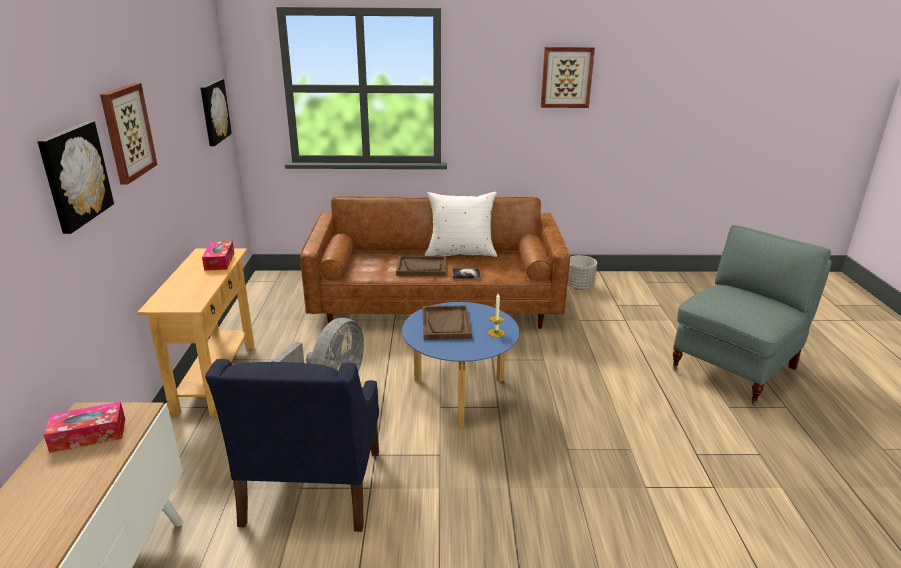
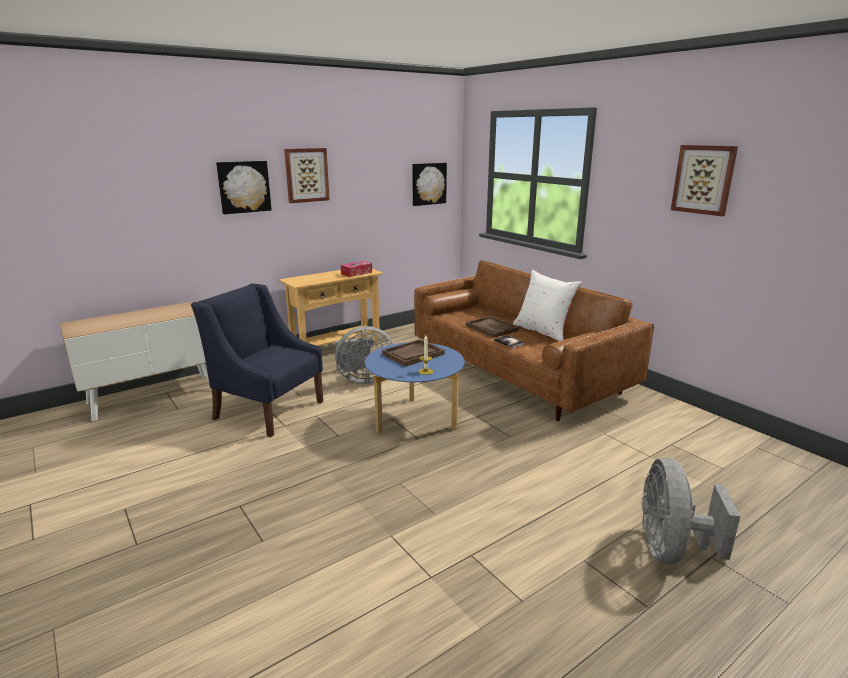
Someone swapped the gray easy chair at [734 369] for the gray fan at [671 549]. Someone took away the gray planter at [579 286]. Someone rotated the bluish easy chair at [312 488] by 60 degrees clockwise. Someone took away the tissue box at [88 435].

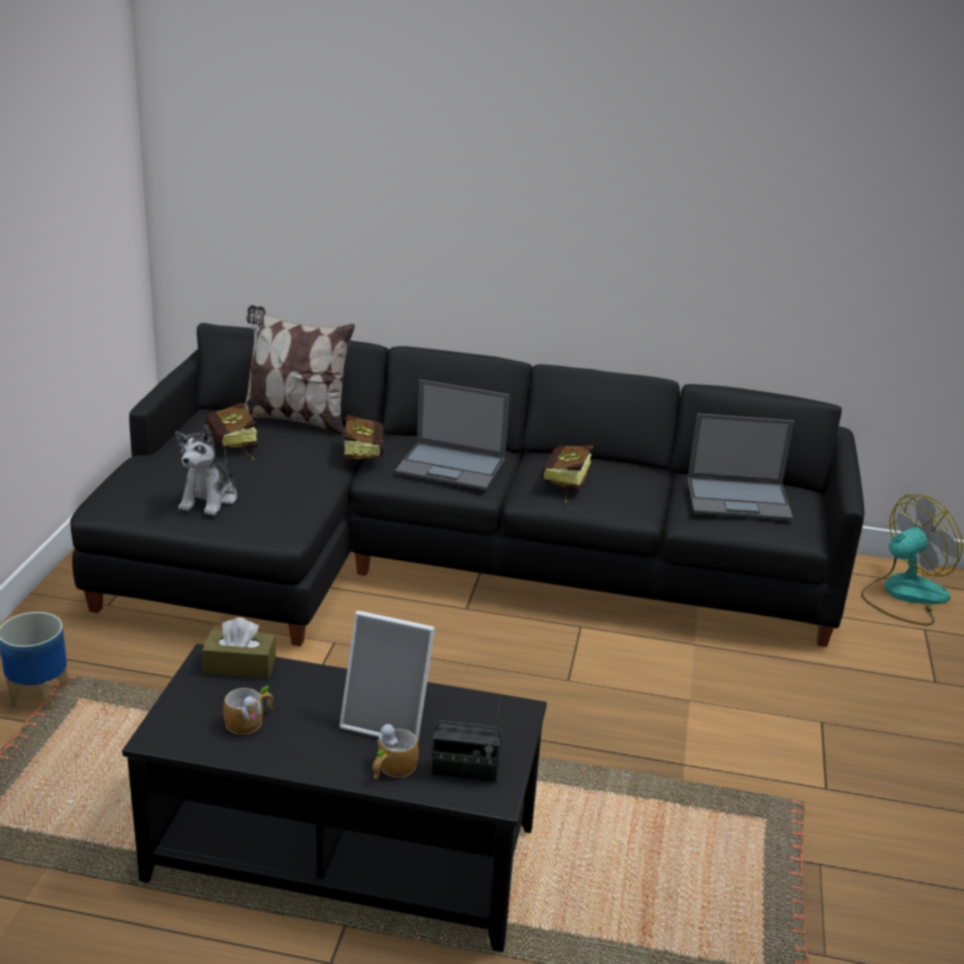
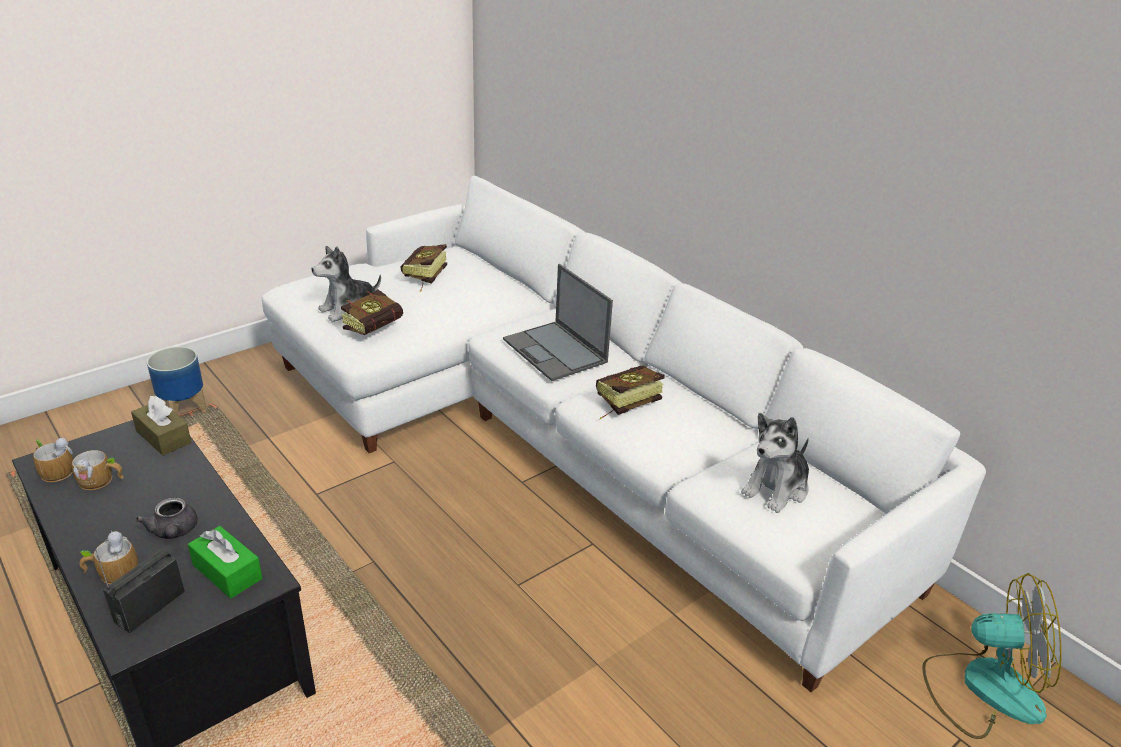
Someone took away the pillow at [295 419]. Someone repainted the black sofa at [443 559], which became the white-coloured sofa at [559 434]. Someone swapped the portable computer at [739 499] for the cuddly toy at [776 488]. Someone carried the book from [363 452] to [378 327]. Someone swapped the picture frame at [388 720] for the gray teapot at [174 532]. Someone rotated the radio set at [465 771] by 75 degrees clockwise. Someone put down the coffee mug at [55 469]. Someone put down the greenish tissue box at [227 572].

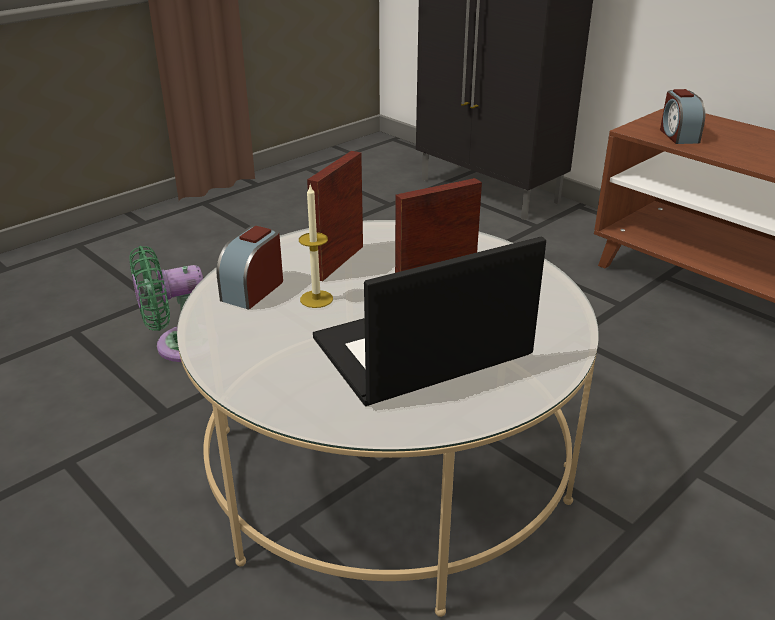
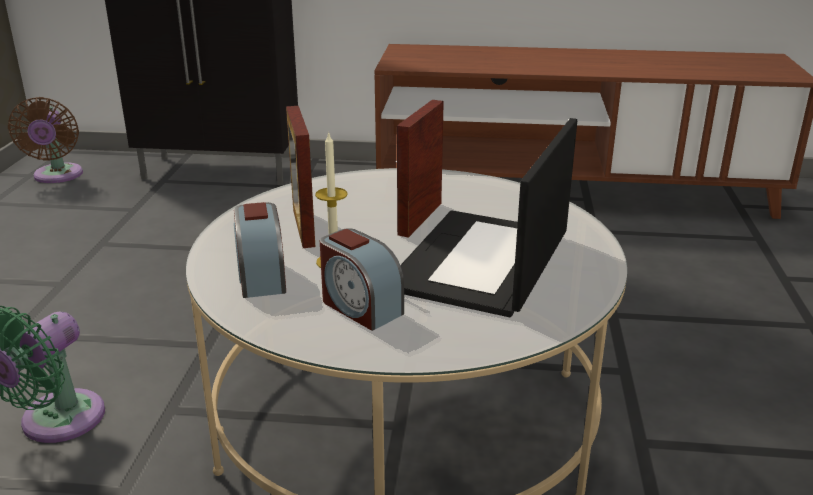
Someone carried the alarm clock from [678 135] to [360 307]. Someone put down the brown fan at [57 176].

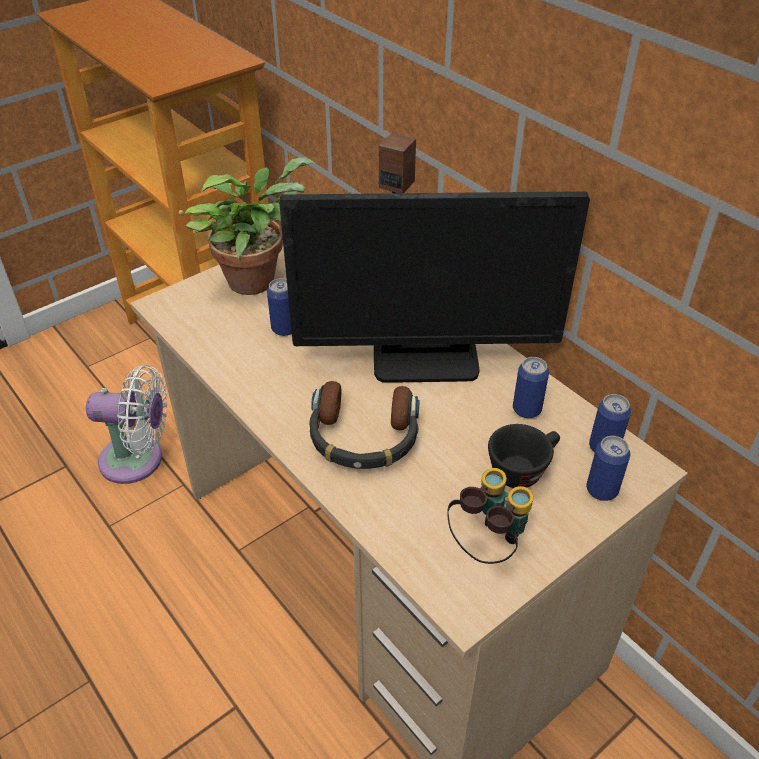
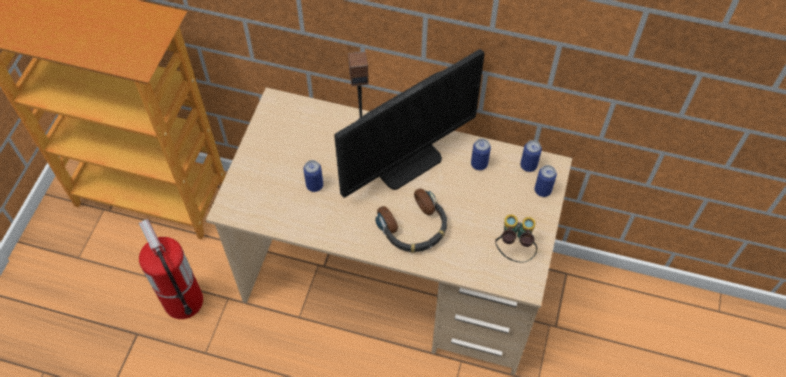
Someone took away the plant in a pot at [256 278]. Someone swapped the white-coloured fan at [138 460] for the fire extinguisher at [183 300]. Someone took away the black drinking cup at [522 469].

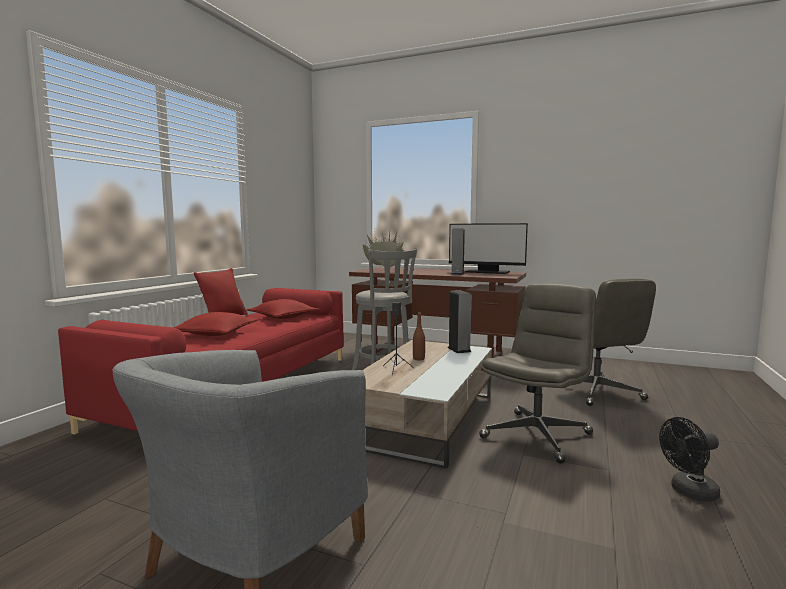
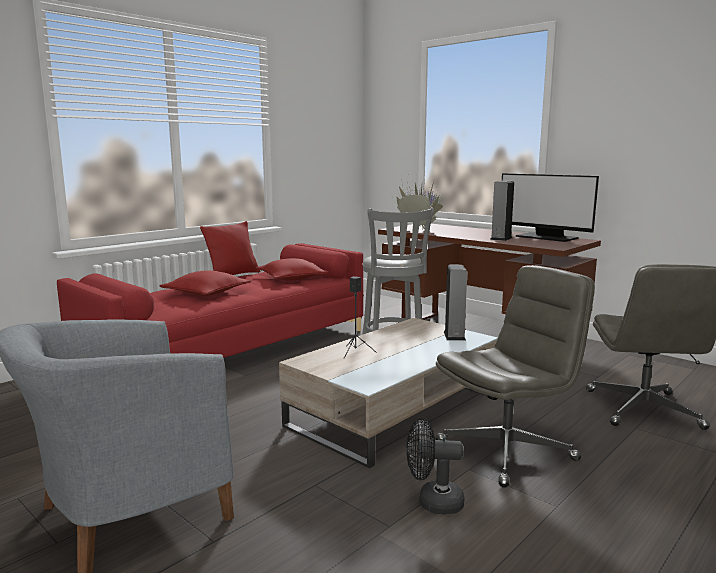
Someone took away the brown beverage bottle at [418 359]. Someone carried the black fan from [689 492] to [433 502].

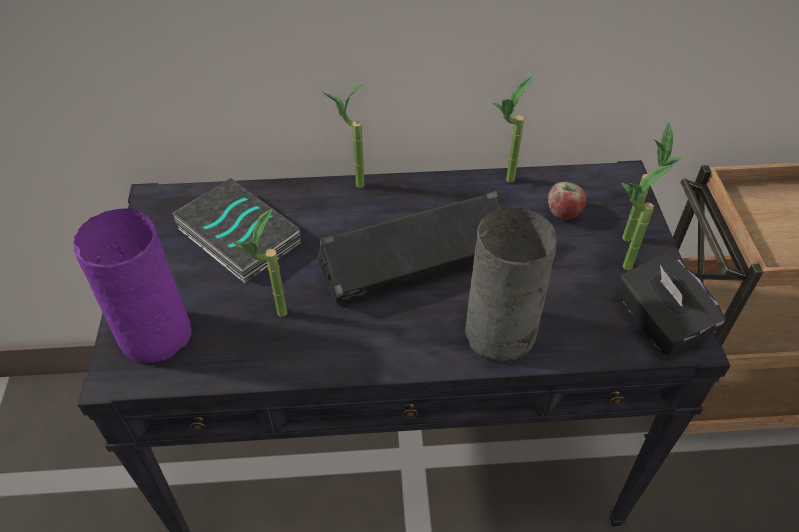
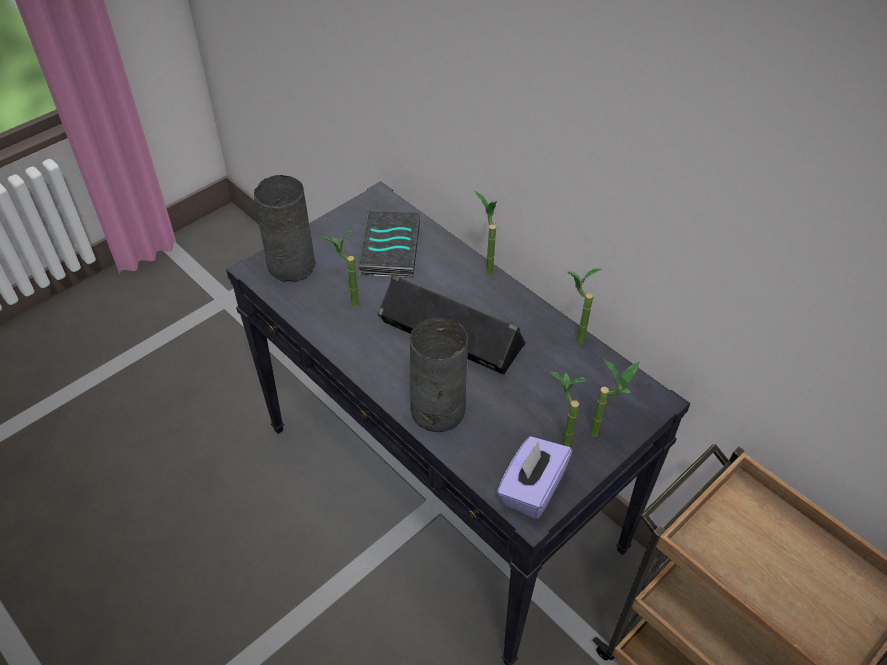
Someone took away the apple fruit at [563 212]. Someone repainted the purple vase at [154 333], which became the gray vase at [292 264]. Someone repainted the black tissue box at [659 322], which became the purple tissue box at [531 489].

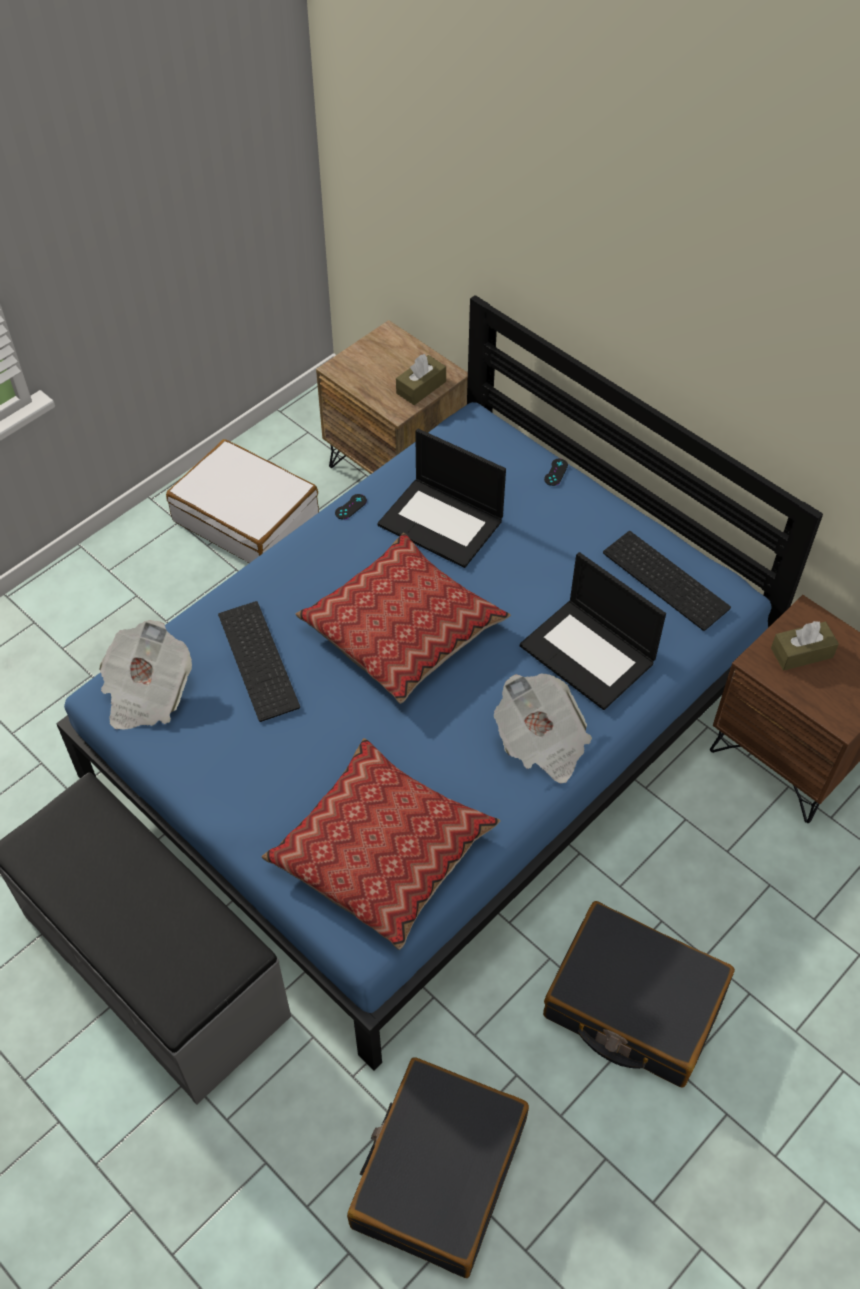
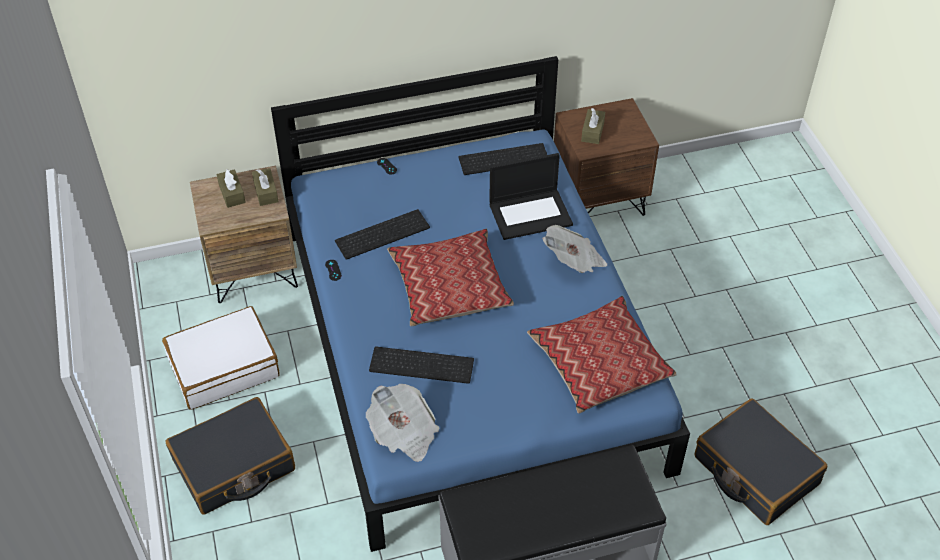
Someone swapped the portable computer at [442 522] for the keyboard at [382 233]. Someone carried the black piece of luggage from [633 1004] to [234 465]. Someone put down the brown tissue box at [232 194].

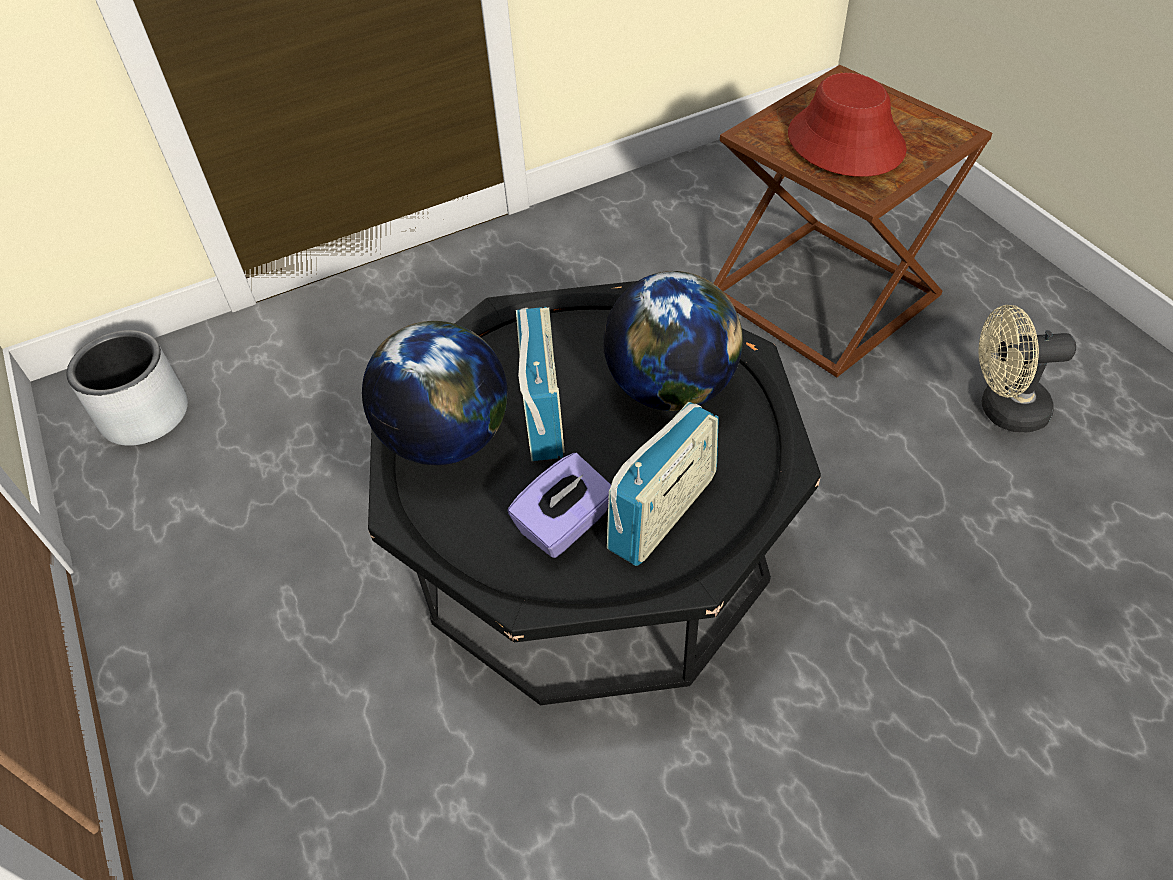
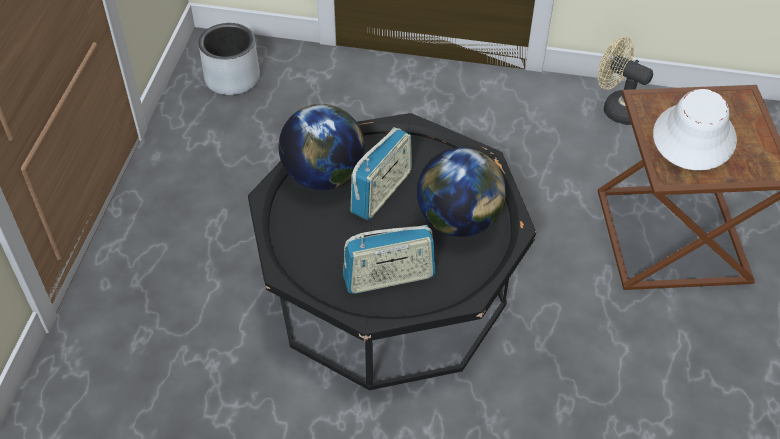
Someone repainted the reddish hat at [844 142], which became the white-coloured hat at [693 137]. Someone carried the beige-coloured fan from [1002 410] to [617 108]. Someone took away the purple tissue box at [565 524].

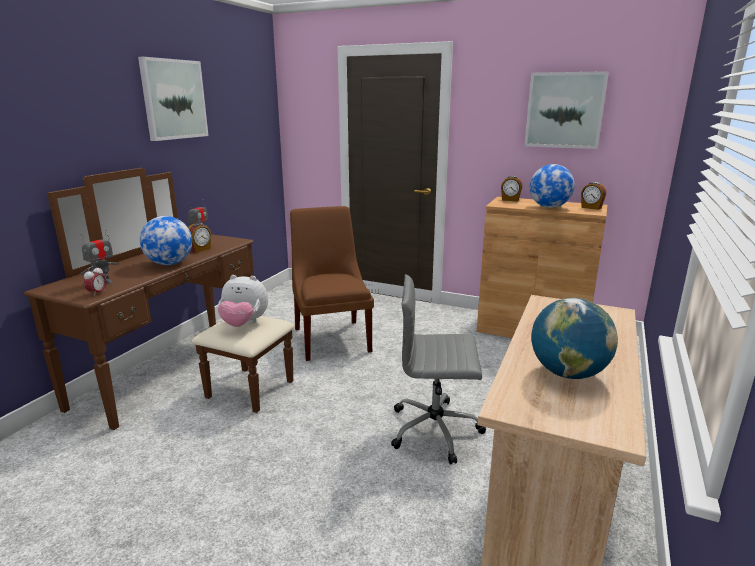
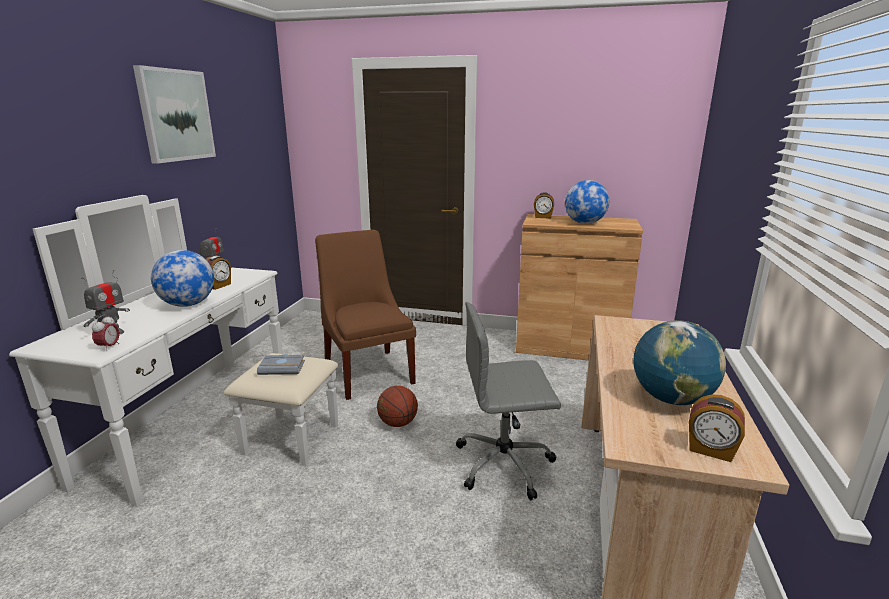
Someone took away the wall picture at [564 110]. Someone repainted the brown dresser at [190 372], which became the white-coloured dresser at [216 425]. Someone carried the alarm clock from [591 208] to [710 450]. Someone swapped the cuddly toy at [244 324] for the gray book at [283 367]. Someone put down the basketball ball at [397 423].

